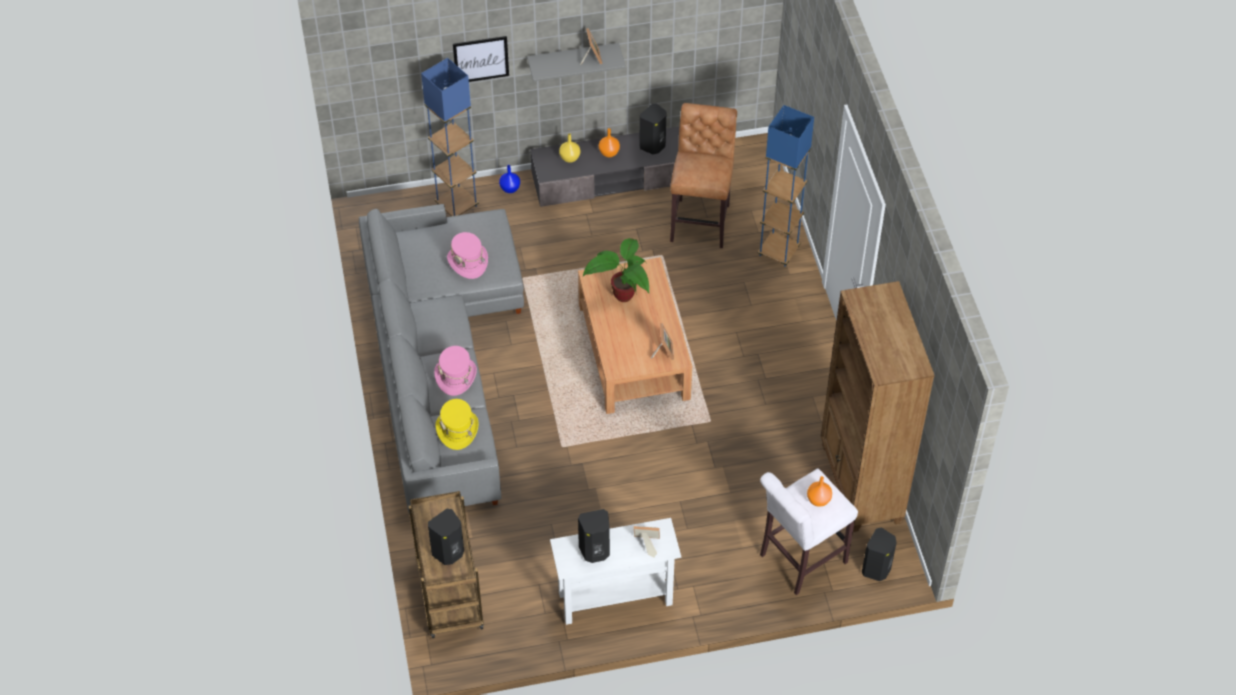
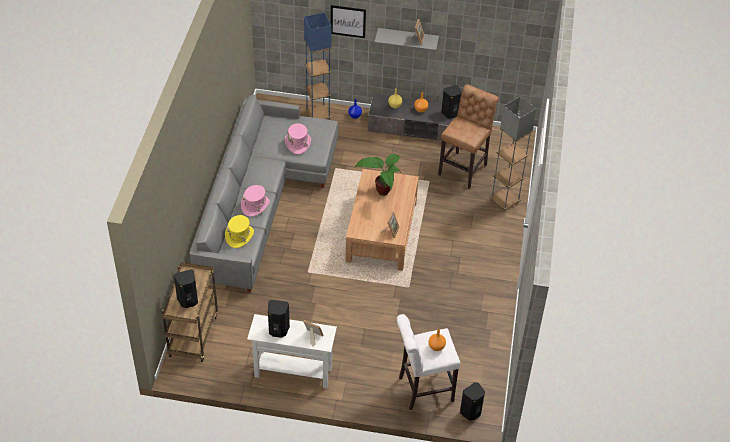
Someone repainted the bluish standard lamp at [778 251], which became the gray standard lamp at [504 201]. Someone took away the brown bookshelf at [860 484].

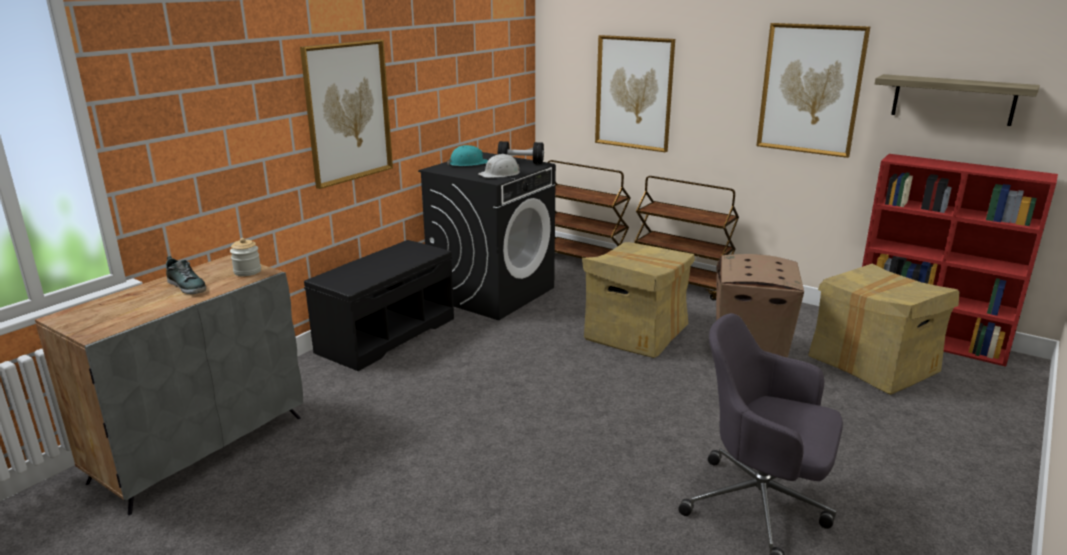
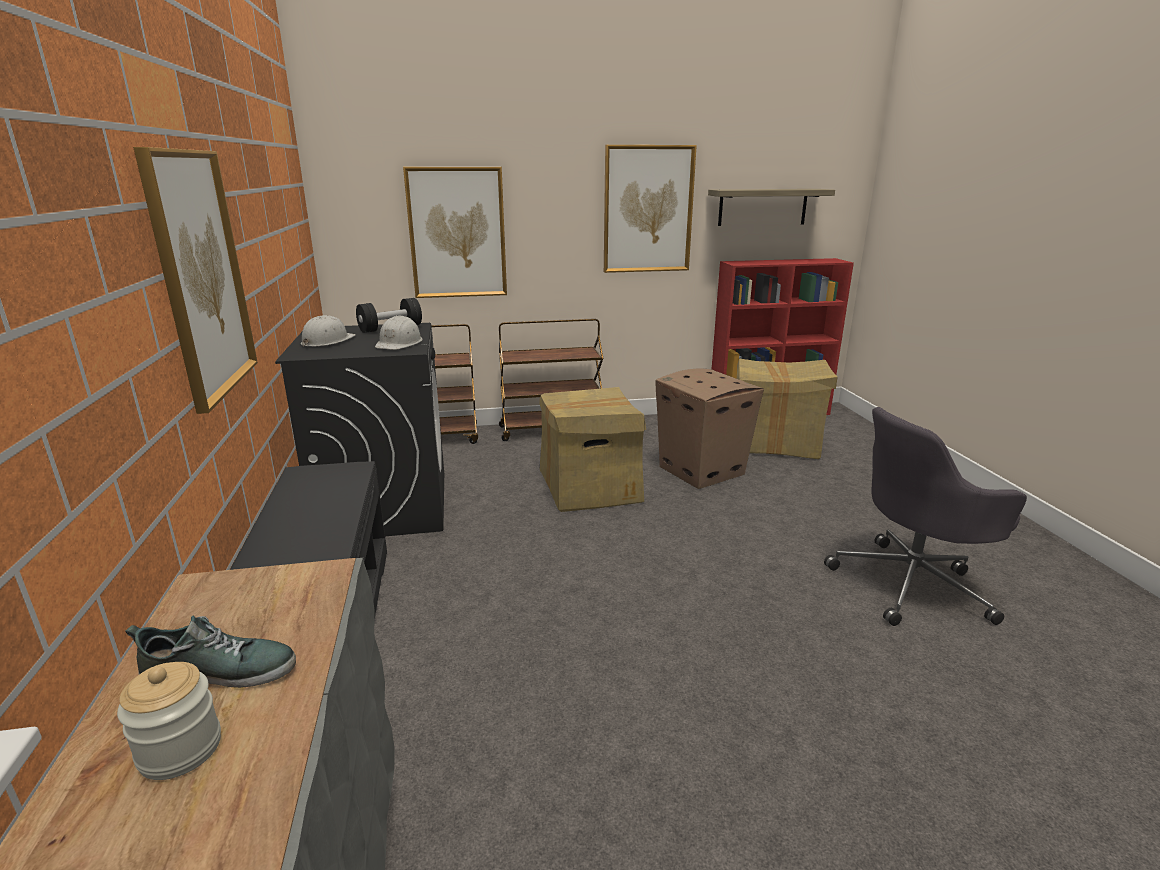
Someone repainted the blue-green work helmet at [468 163], which became the white-coloured work helmet at [327 341]. Someone carried the storage jar from [247 271] to [180 749].

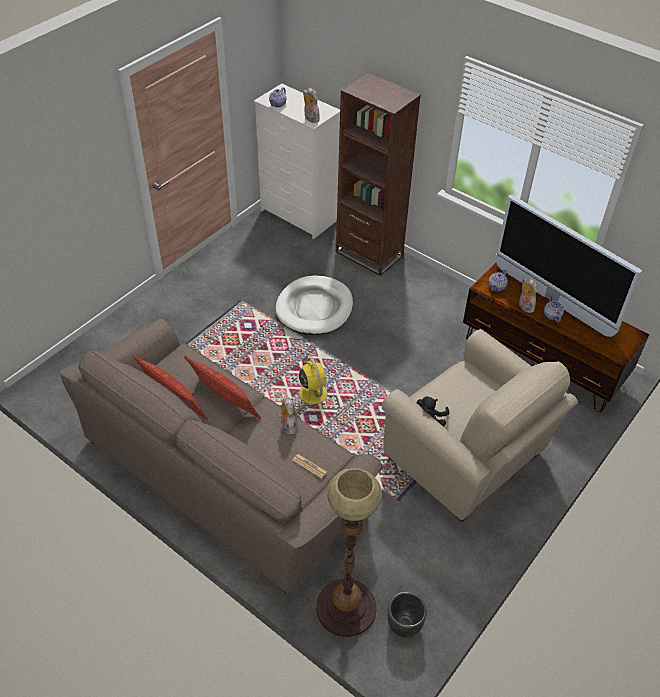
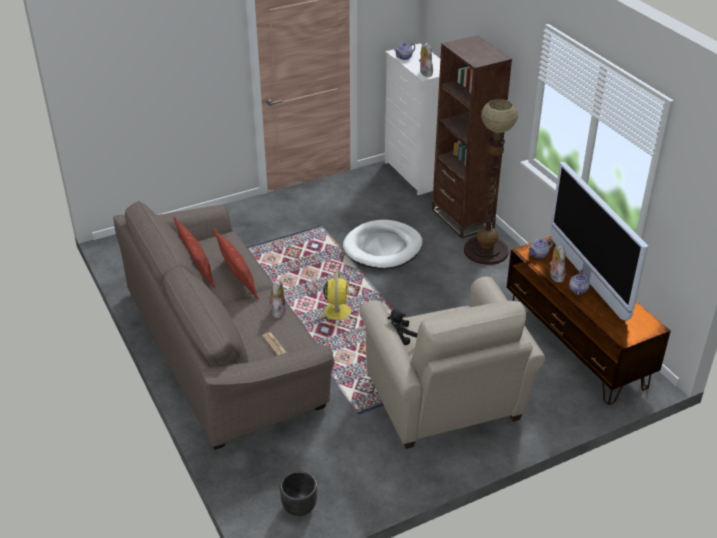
Someone carried the standard lamp from [345 608] to [485 251].

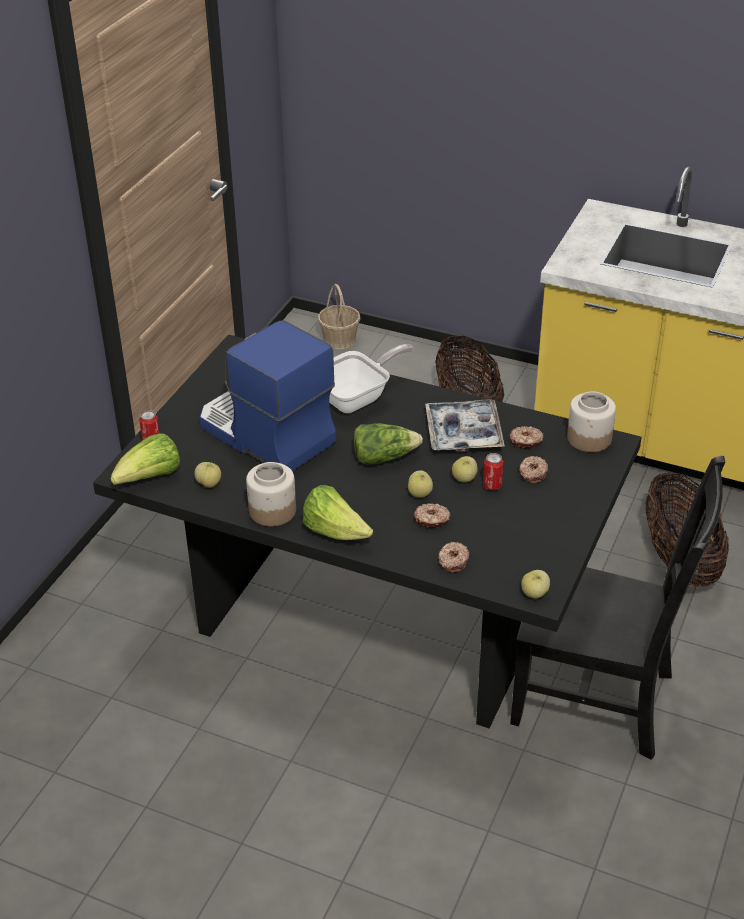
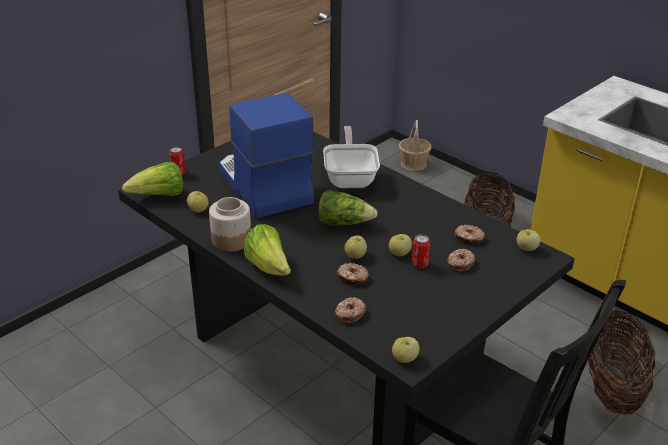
Someone rotated the pan at [357 398] by 75 degrees counterclockwise. Someone swapped the storage jar at [589 438] for the apple fruit at [526 248]. Someone took away the tray at [463 433].

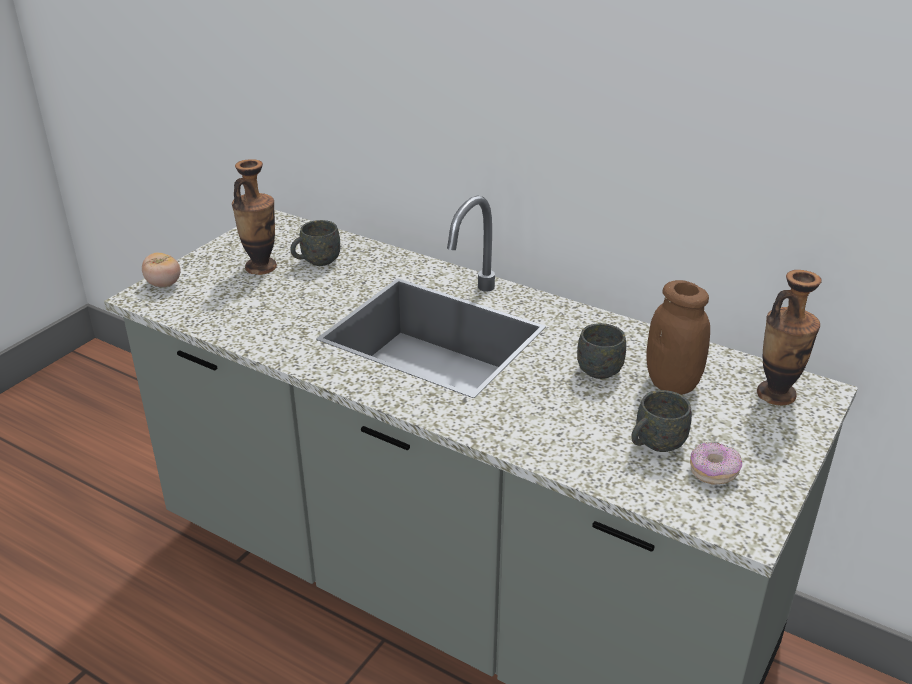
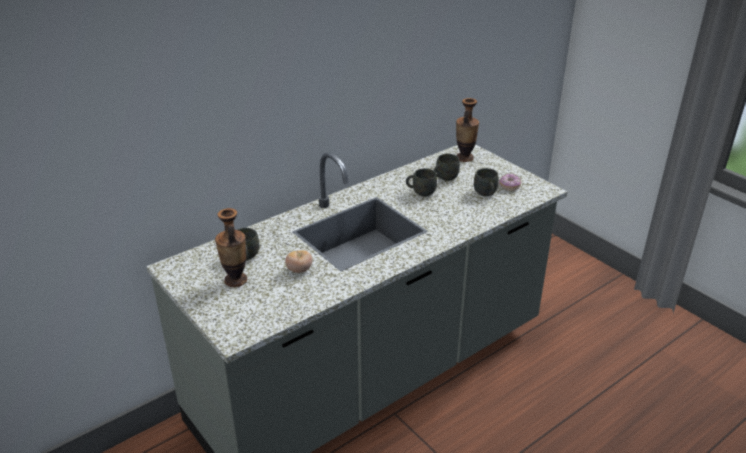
Someone carried the fresh tomato from [164 284] to [299 270]. Someone swapped the brown storage jar at [672 383] for the gray coffee mug at [444 178].

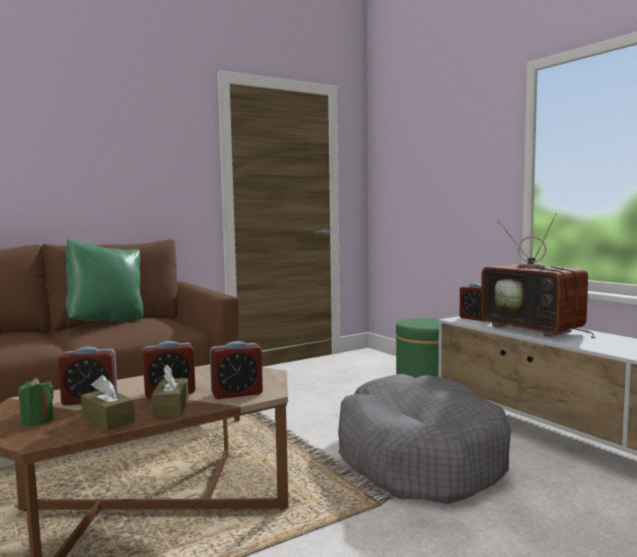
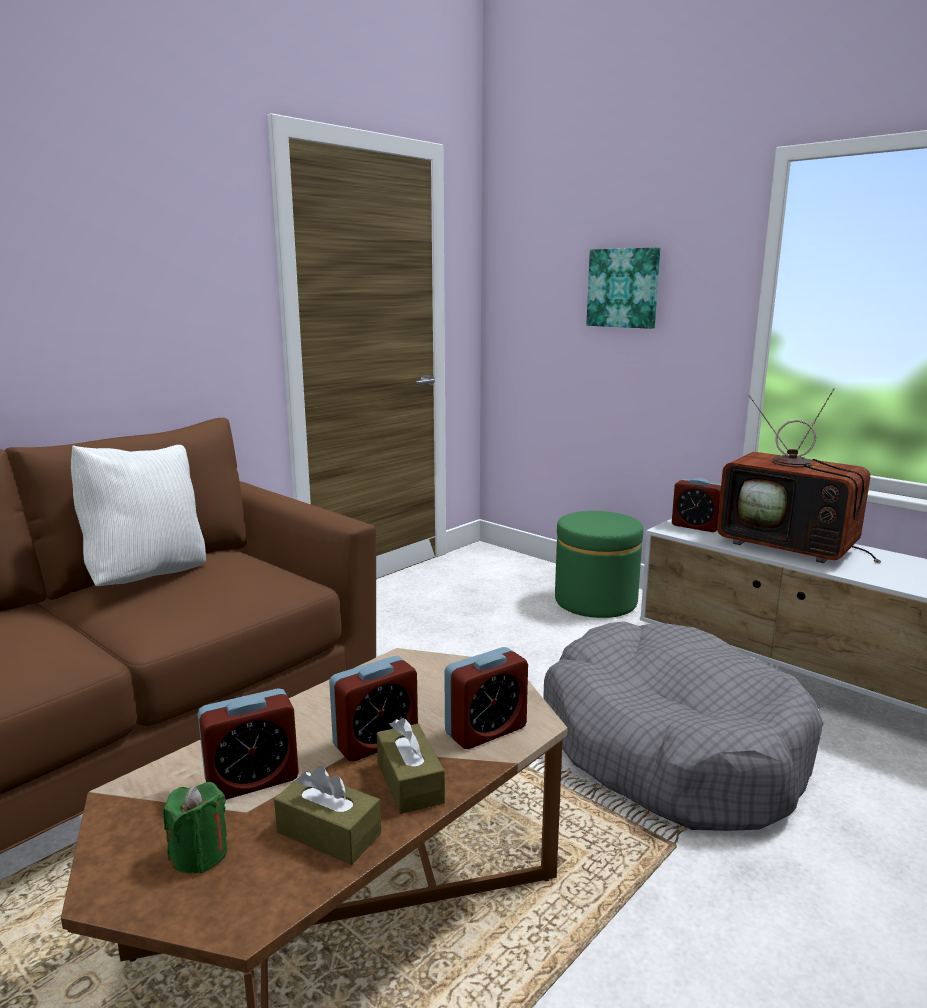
Someone repainted the greenish pillow at [107 322], which became the white-coloured pillow at [148 576]. Someone put up the wall picture at [624 288].

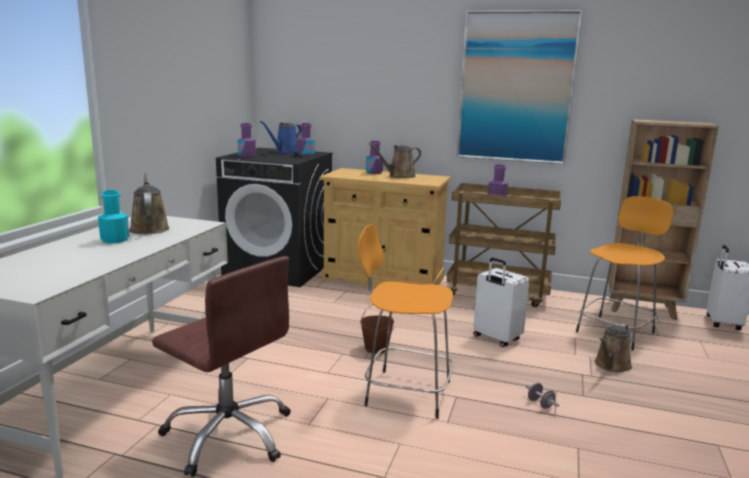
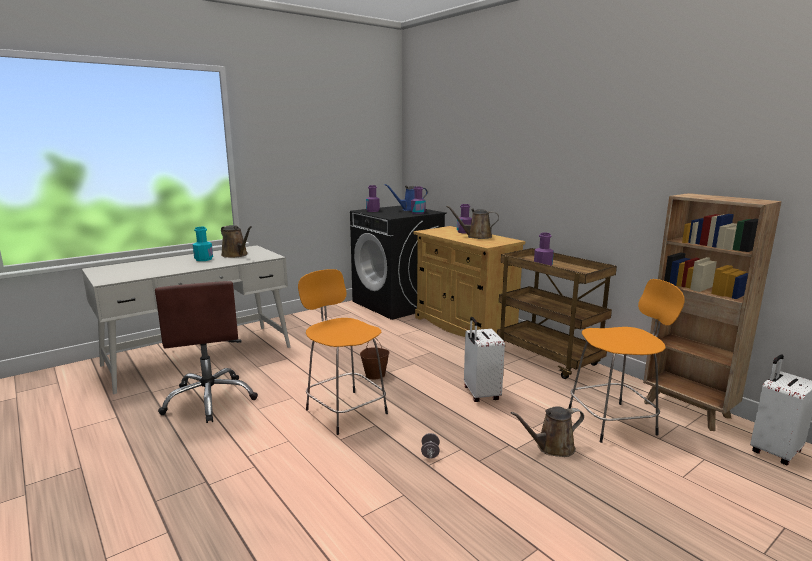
Someone took away the wall picture at [516 87]. Someone rotated the brown watering can at [149 228] by 120 degrees clockwise.

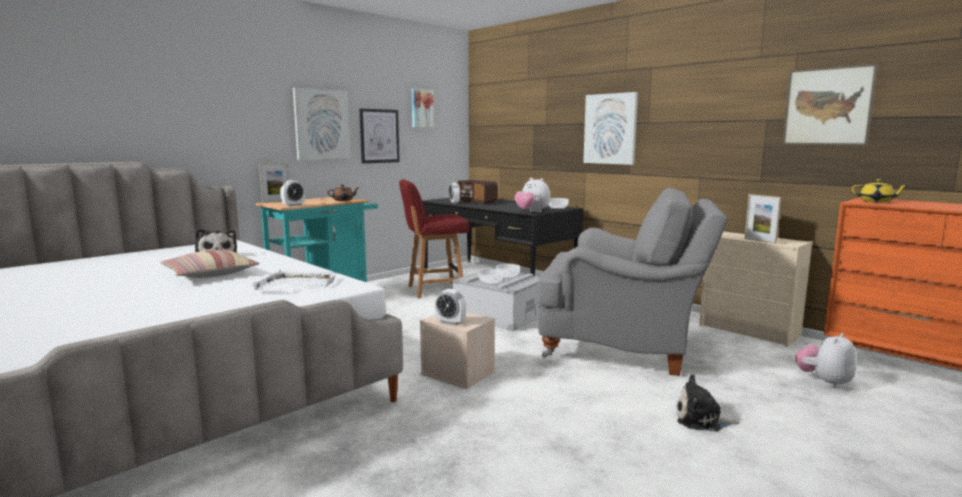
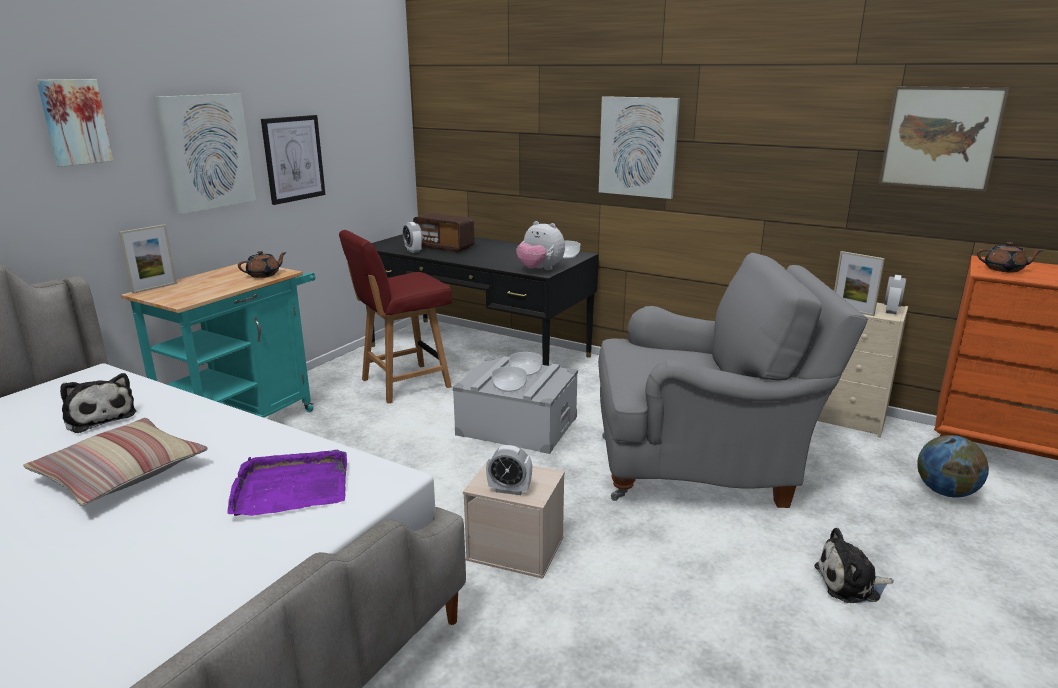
Someone carried the wall picture from [421 108] to [74 122]. Someone repainted the yellow teapot at [876 201], which became the brown teapot at [1004 269]. Someone carried the alarm clock from [293 205] to [891 310]. Someone repainted the white-coloured tray at [296 285], which became the purple tray at [291 487]. Someone swapped the cuddly toy at [824 382] for the globe at [945 492].

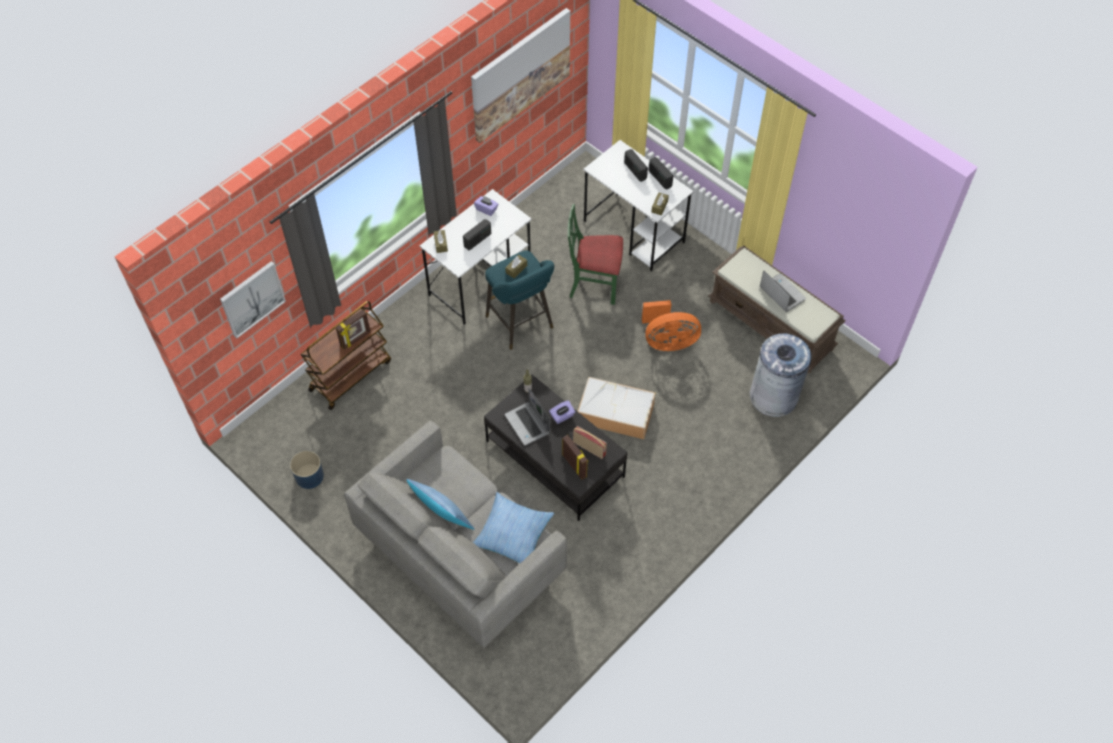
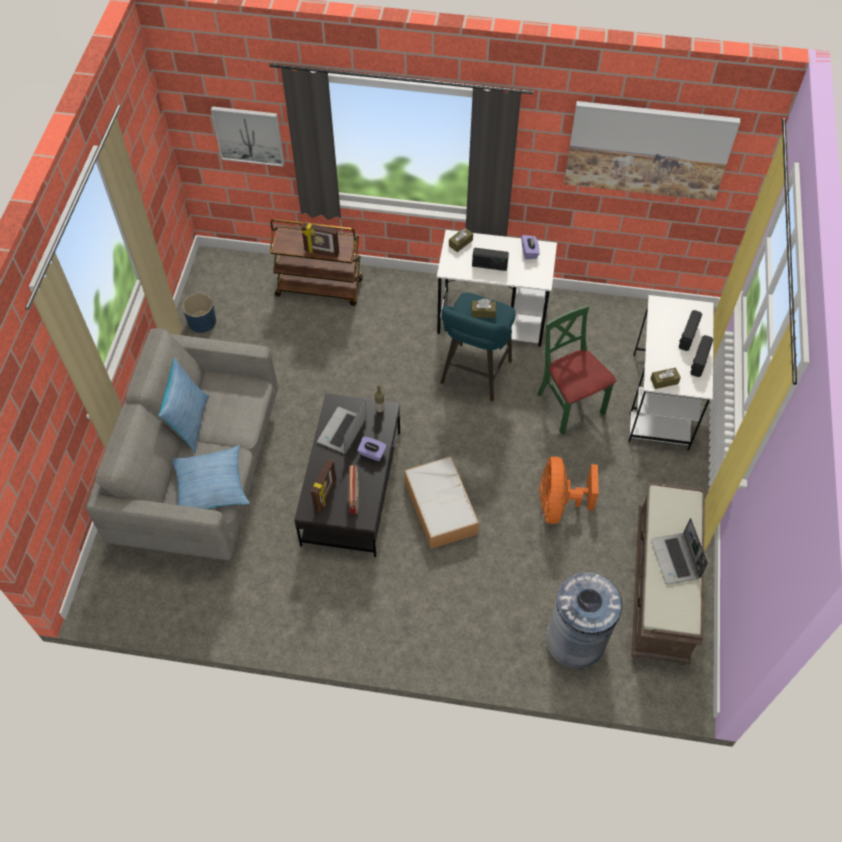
Someone rotated the portable computer at [781 293] by 150 degrees clockwise. Someone rotated the orangey fan at [668 341] by 45 degrees clockwise.

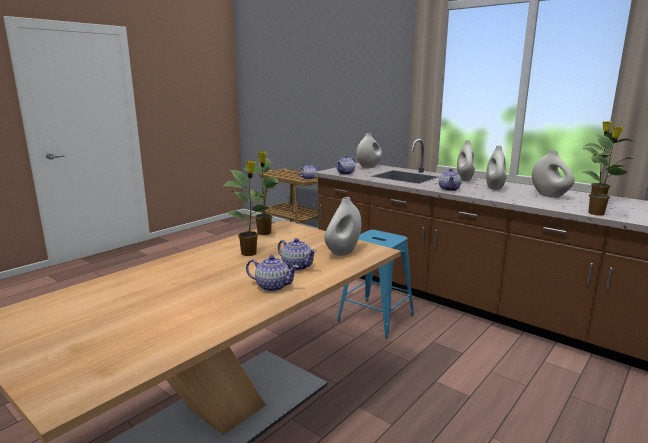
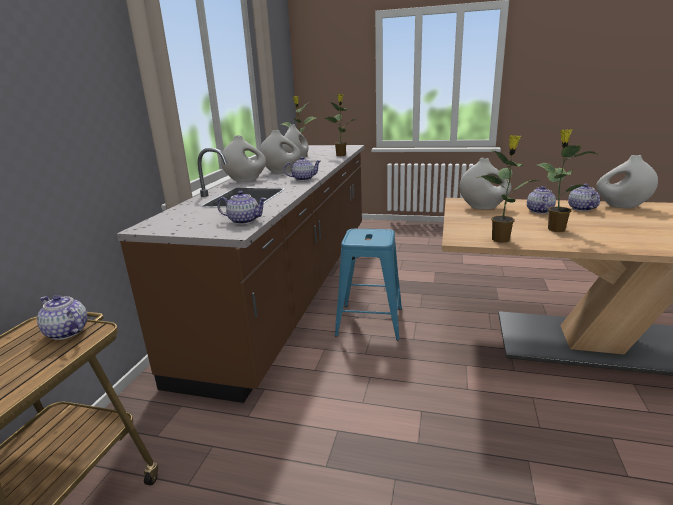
Someone carried the white-coloured vase from [368 167] to [621 206].

